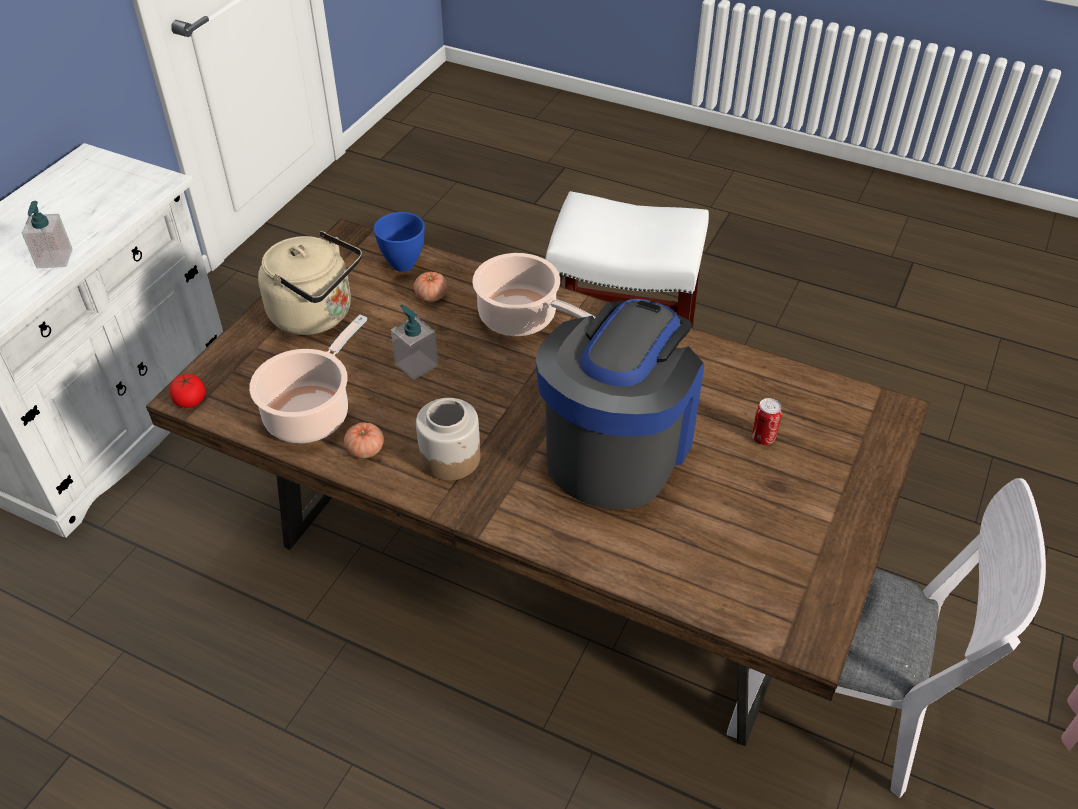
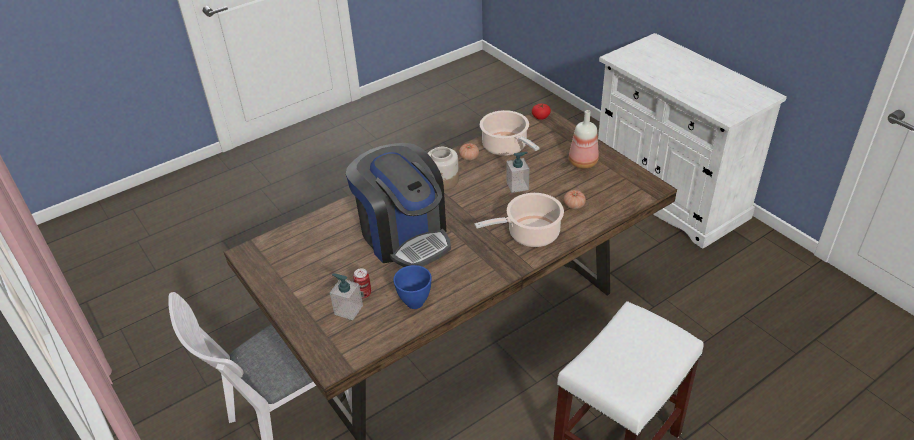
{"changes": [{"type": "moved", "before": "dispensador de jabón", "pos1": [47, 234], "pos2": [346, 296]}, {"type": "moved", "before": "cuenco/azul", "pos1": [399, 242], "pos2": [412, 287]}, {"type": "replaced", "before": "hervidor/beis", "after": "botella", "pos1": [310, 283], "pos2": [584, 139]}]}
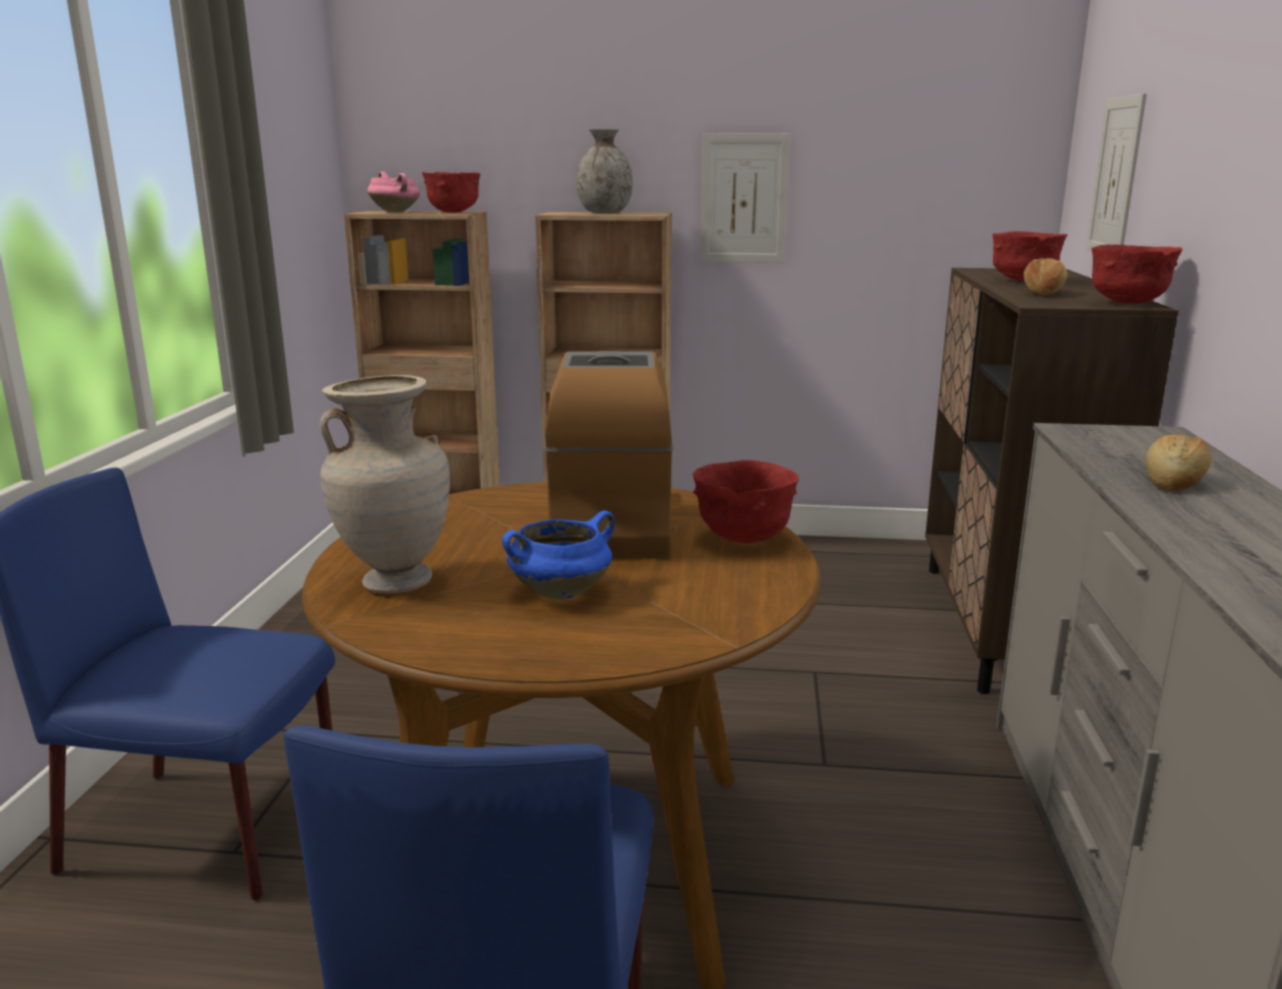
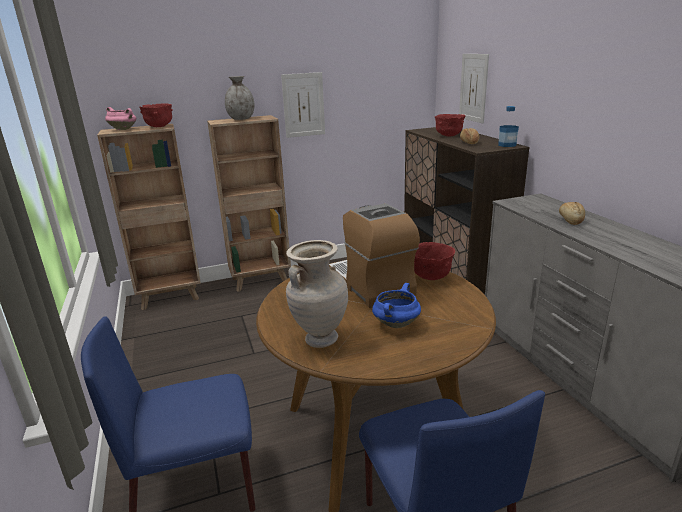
{"changes": [{"type": "replaced", "before": "cuenco/rojo", "after": "botella", "pos1": [1136, 274], "pos2": [508, 126]}]}
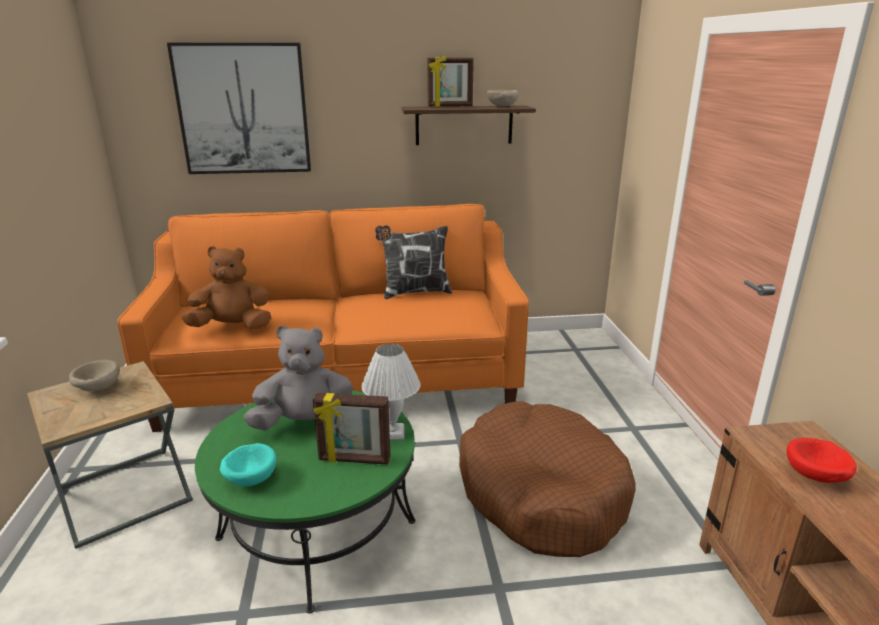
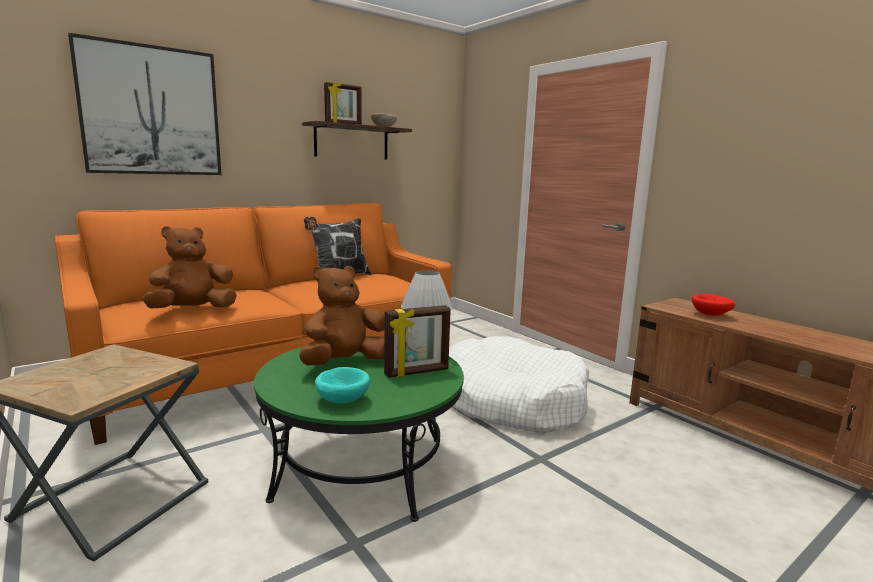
{"changes": [{"type": "recoloured", "before": "peluche/gris", "after": "peluche/marrón", "pos1": [298, 378], "pos2": [342, 315]}, {"type": "removed", "before": "cuenco/beis", "pos1": [94, 375]}, {"type": "recoloured", "before": "cama para perro/marrón", "after": "cama para perro/blanco", "pos1": [547, 479], "pos2": [519, 385]}]}
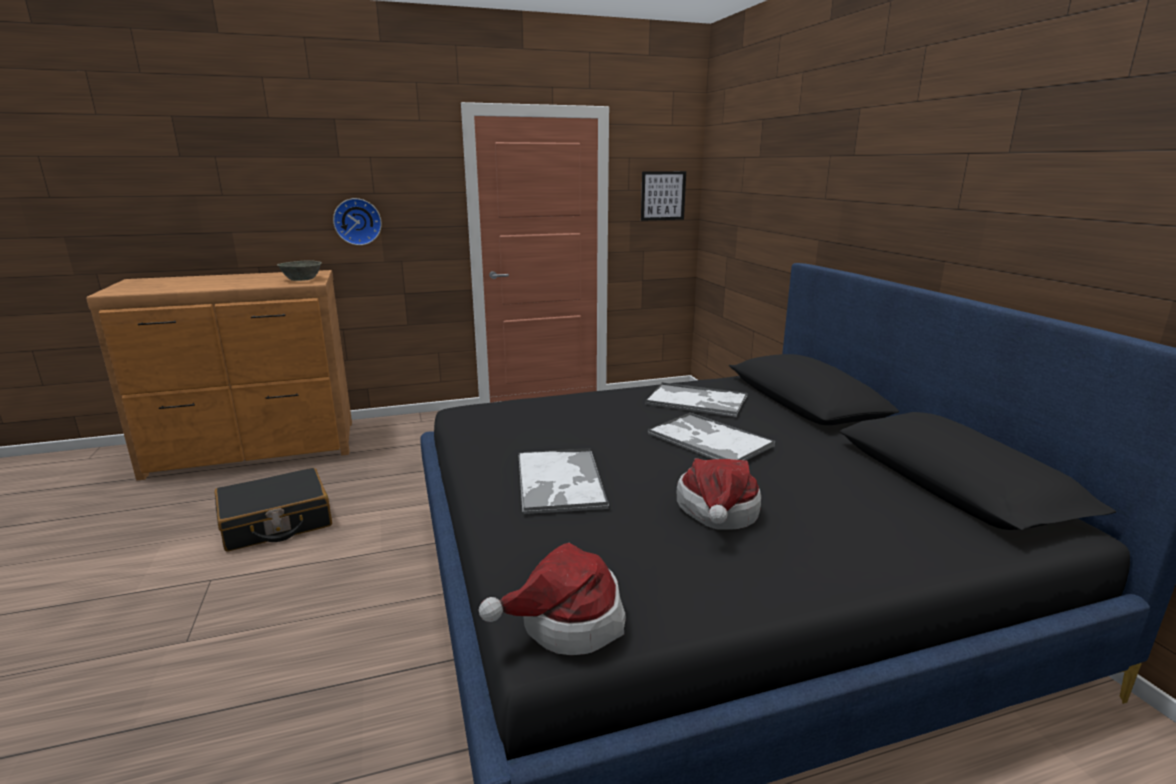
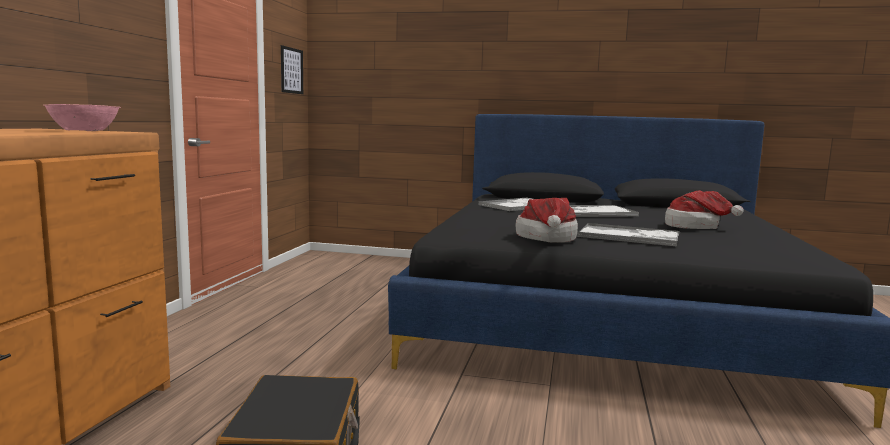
{"changes": [{"type": "removed", "before": "reloj de pared", "pos1": [357, 221]}, {"type": "recoloured", "before": "cuenco/gris", "after": "cuenco/rosa", "pos1": [299, 270], "pos2": [82, 117]}, {"type": "moved", "before": "sombrero", "pos1": [552, 599], "pos2": [546, 220]}]}
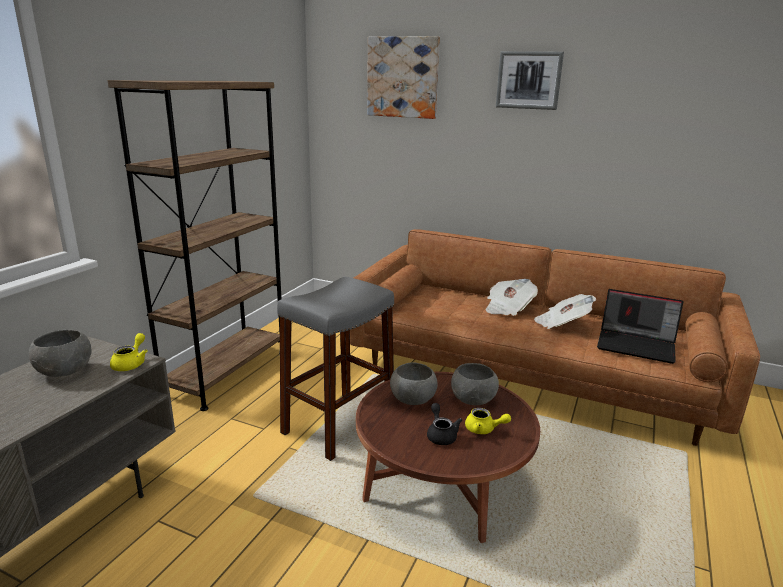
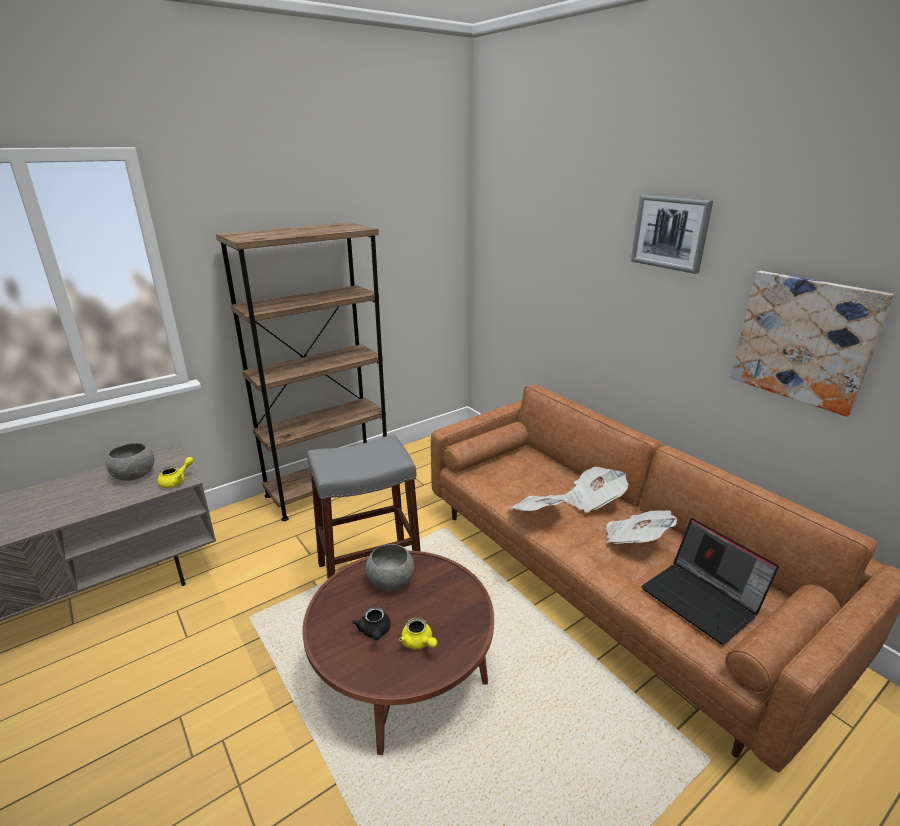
{"changes": [{"type": "moved", "before": "cuadro", "pos1": [403, 77], "pos2": [812, 343]}, {"type": "removed", "before": "cuenco/gris", "pos1": [475, 384]}, {"type": "turned", "before": "tetera/negro", "pos1": [444, 424], "pos2": [371, 623], "turn": 150}, {"type": "added", "after": "periódico", "pos2": [540, 502]}]}
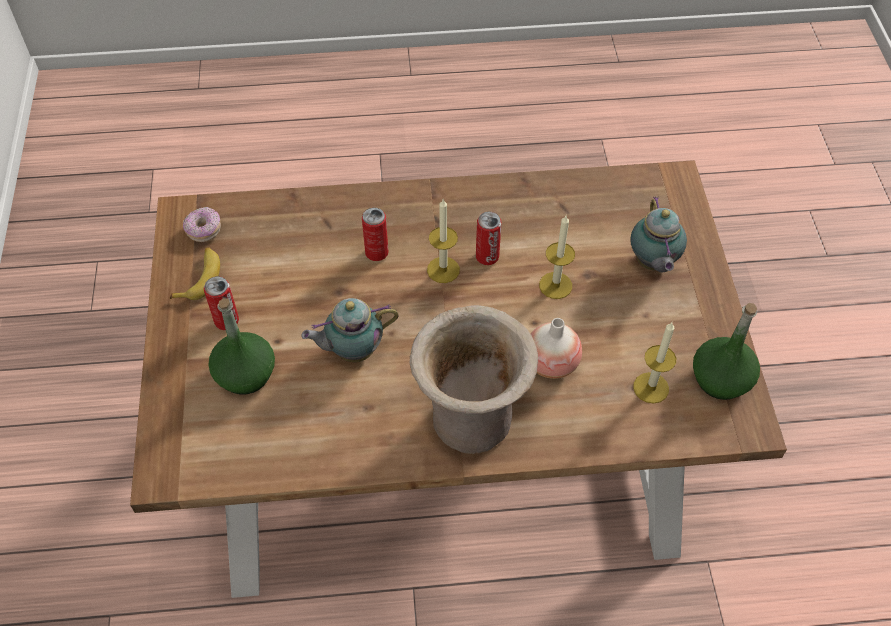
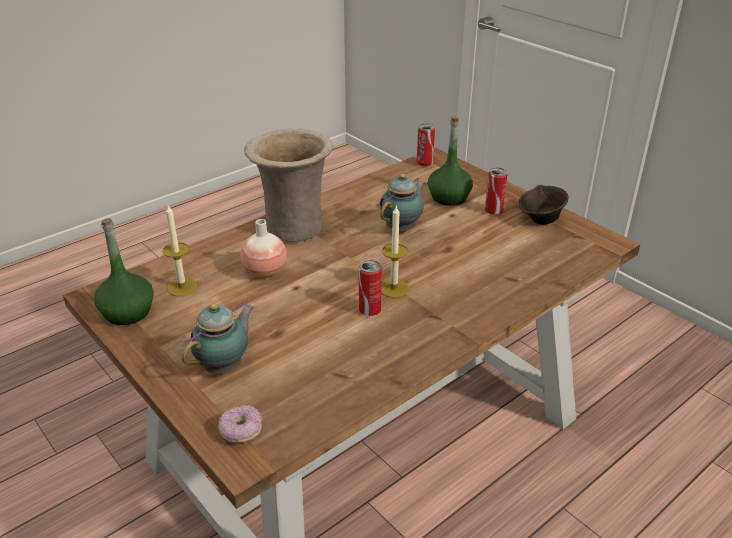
{"changes": [{"type": "turned", "before": "tetera", "pos1": [659, 234], "pos2": [218, 338], "turn": 75}, {"type": "moved", "before": "rosquilla", "pos1": [202, 224], "pos2": [240, 424]}, {"type": "moved", "before": "lata", "pos1": [375, 234], "pos2": [426, 144]}, {"type": "removed", "before": "vela", "pos1": [557, 257]}, {"type": "replaced", "before": "plátano", "after": "cuenco/marrón", "pos1": [195, 273], "pos2": [543, 205]}]}
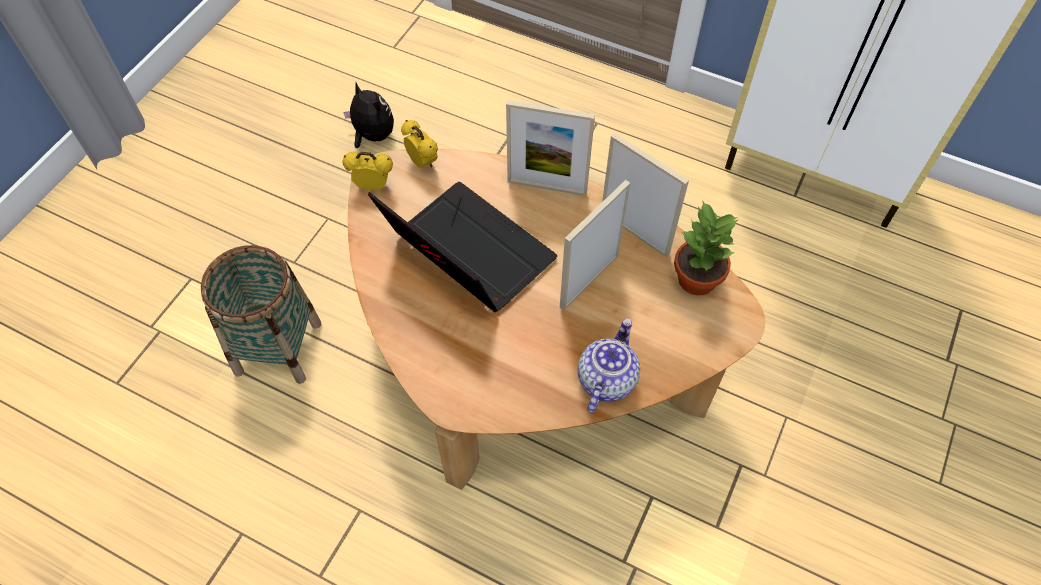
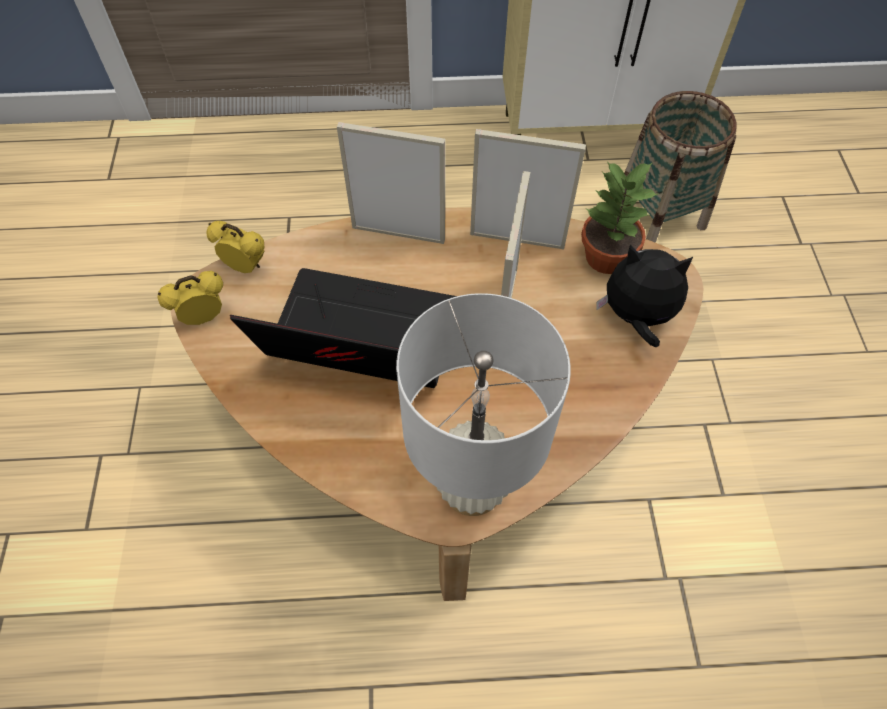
{"changes": [{"type": "moved", "before": "peluche", "pos1": [368, 115], "pos2": [644, 295]}, {"type": "turned", "before": "portarretratos", "pos1": [550, 148], "pos2": [391, 183], "turn": -150}, {"type": "moved", "before": "cesta", "pos1": [261, 314], "pos2": [680, 167]}, {"type": "removed", "before": "tetera", "pos1": [609, 365]}, {"type": "added", "after": "lámpara de mesa/blanco", "pos2": [483, 404]}]}
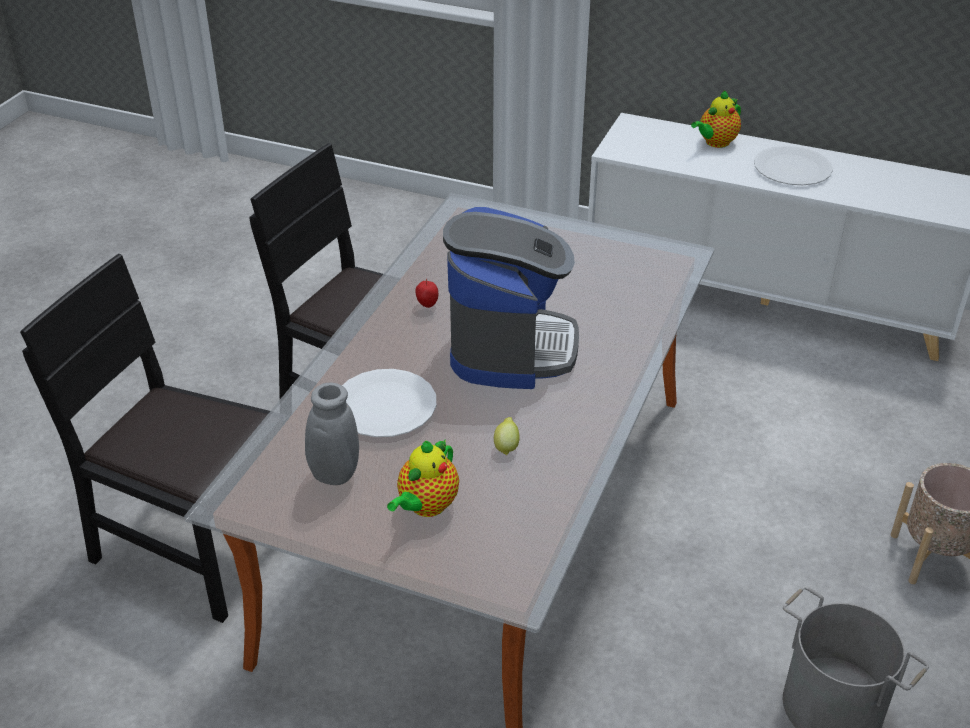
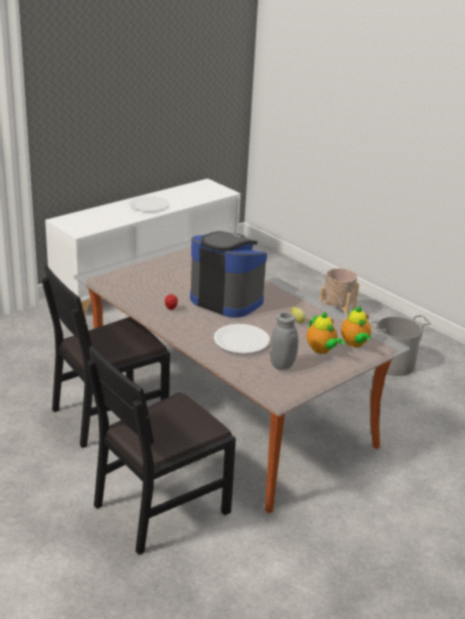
{"changes": [{"type": "moved", "before": "tetera", "pos1": [716, 119], "pos2": [356, 326]}]}
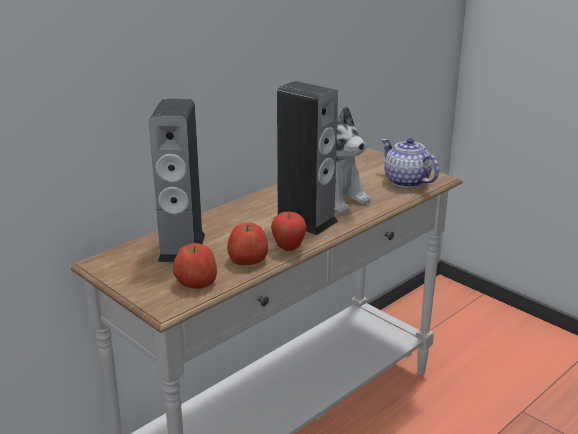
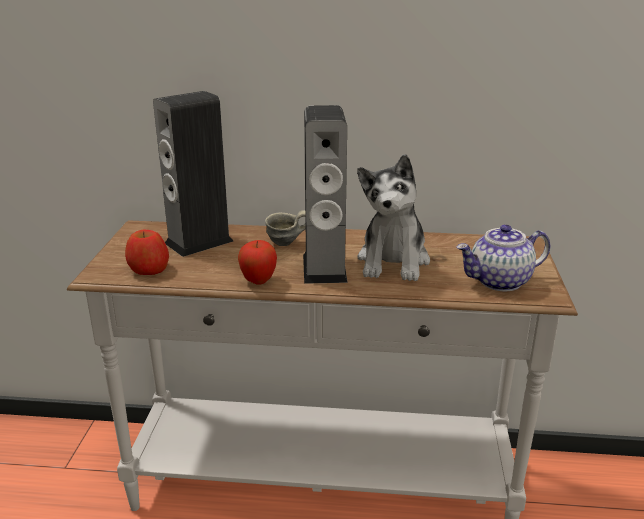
{"changes": [{"type": "turned", "before": "tetera", "pos1": [410, 163], "pos2": [503, 257], "turn": -120}, {"type": "removed", "before": "manzana", "pos1": [247, 244]}, {"type": "added", "after": "taza grande/gris", "pos2": [285, 228]}]}
